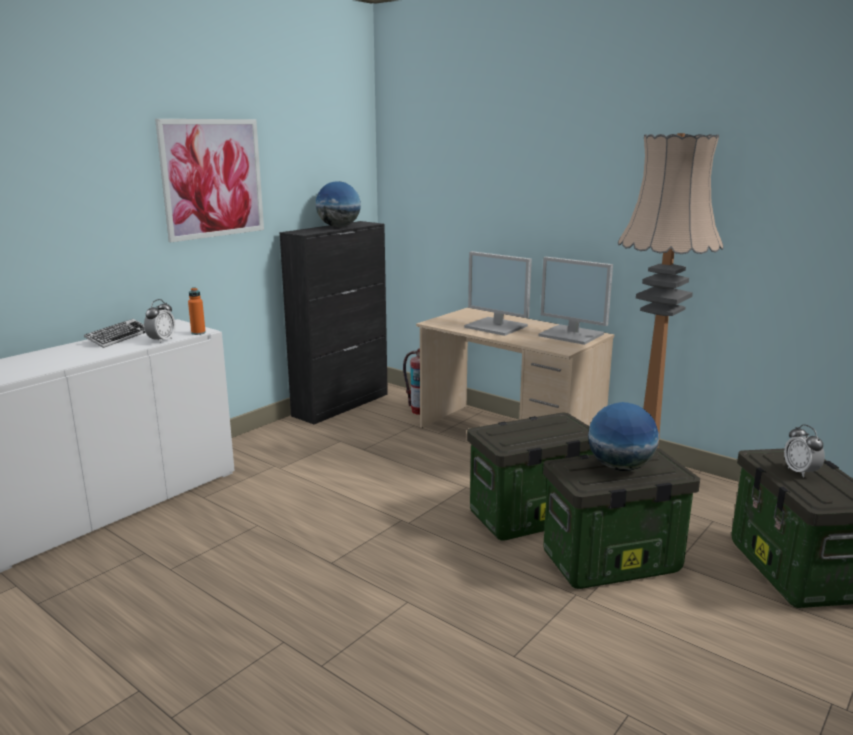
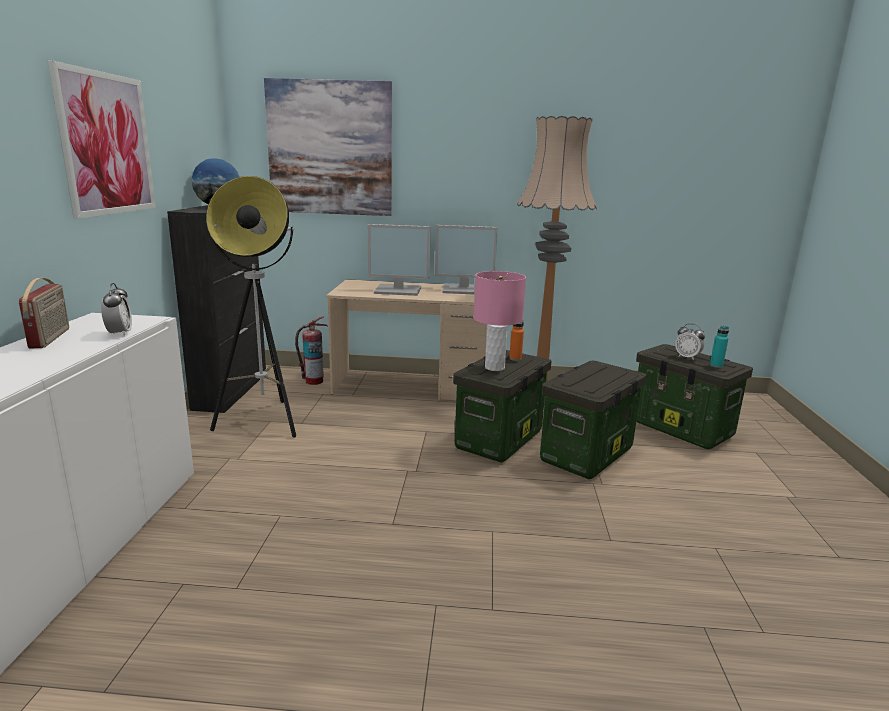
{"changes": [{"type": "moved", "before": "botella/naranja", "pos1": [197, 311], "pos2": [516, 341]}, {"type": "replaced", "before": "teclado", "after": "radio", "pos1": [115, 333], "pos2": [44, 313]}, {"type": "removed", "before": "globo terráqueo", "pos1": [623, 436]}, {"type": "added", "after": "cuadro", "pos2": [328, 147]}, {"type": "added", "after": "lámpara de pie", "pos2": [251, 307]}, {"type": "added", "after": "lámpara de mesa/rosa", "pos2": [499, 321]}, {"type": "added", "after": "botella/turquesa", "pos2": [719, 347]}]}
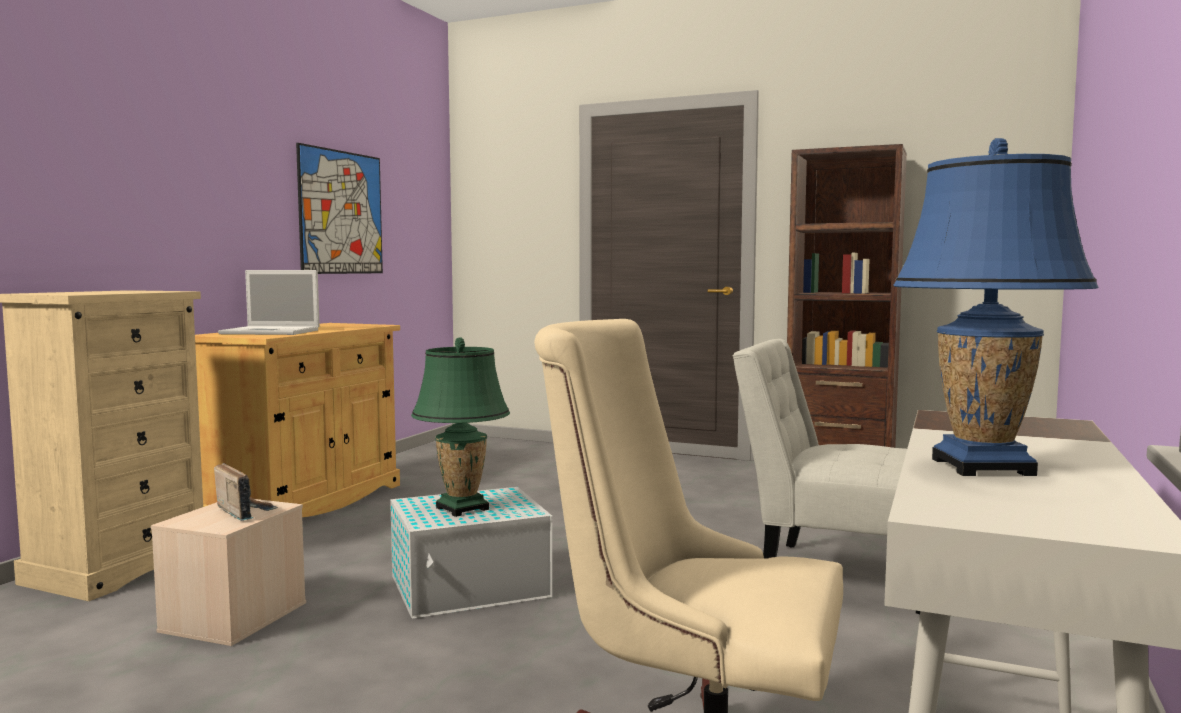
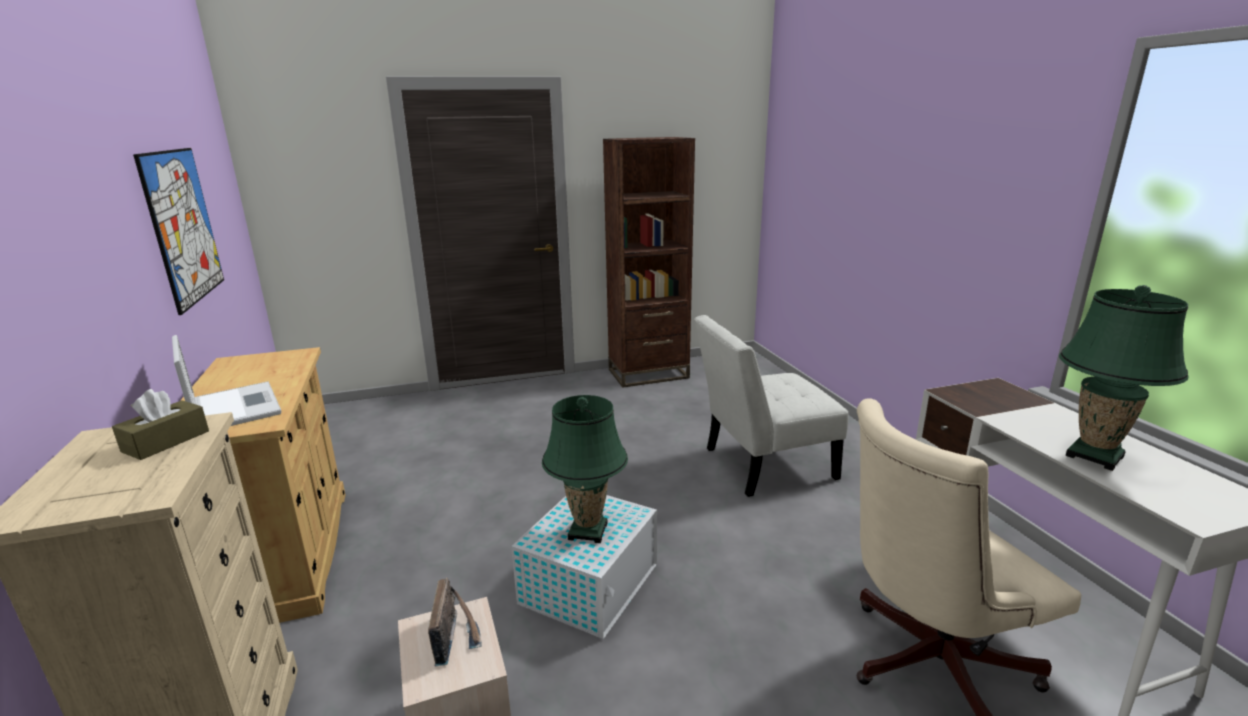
{"changes": [{"type": "recoloured", "before": "lámpara de mesa/azul", "after": "lámpara de mesa/verde", "pos1": [996, 307], "pos2": [1124, 378]}, {"type": "turned", "before": "portátil", "pos1": [269, 302], "pos2": [226, 380], "turn": -90}, {"type": "turned", "before": "radio", "pos1": [246, 492], "pos2": [455, 622], "turn": 75}, {"type": "added", "after": "caja de pañuelos/marrón", "pos2": [160, 424]}]}
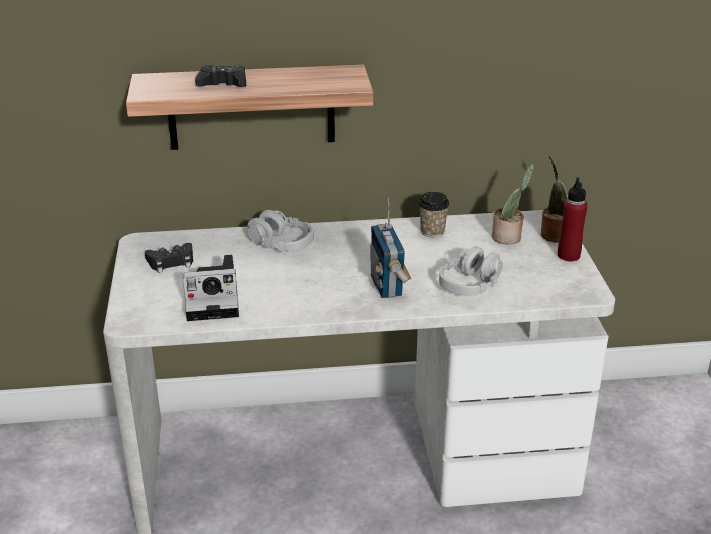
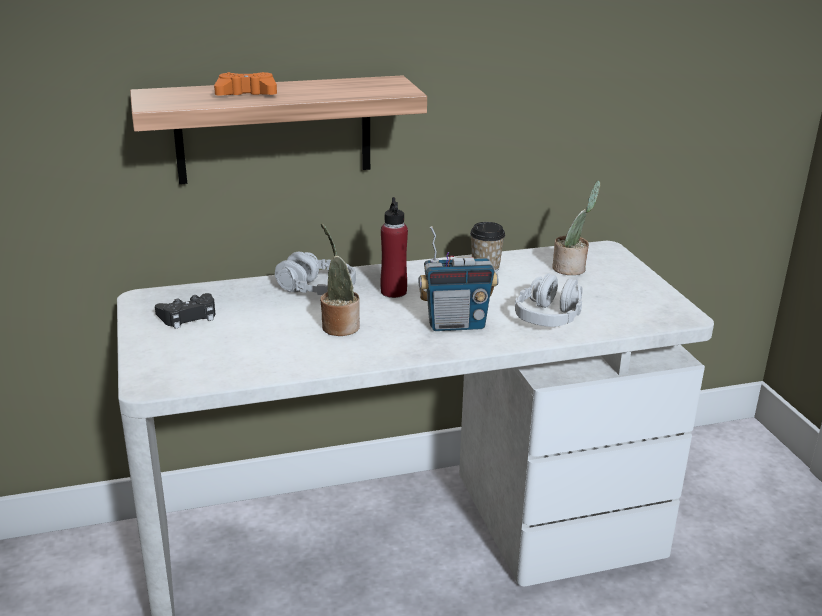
{"changes": [{"type": "recoloured", "before": "mando de consola/negro", "after": "mando de consola/naranja", "pos1": [220, 76], "pos2": [245, 83]}, {"type": "moved", "before": "planta en maceta", "pos1": [554, 198], "pos2": [340, 279]}, {"type": "moved", "before": "botella/rojo", "pos1": [573, 219], "pos2": [394, 247]}, {"type": "turned", "before": "radio", "pos1": [390, 247], "pos2": [458, 278], "turn": -75}, {"type": "removed", "before": "cámara", "pos1": [211, 288]}]}
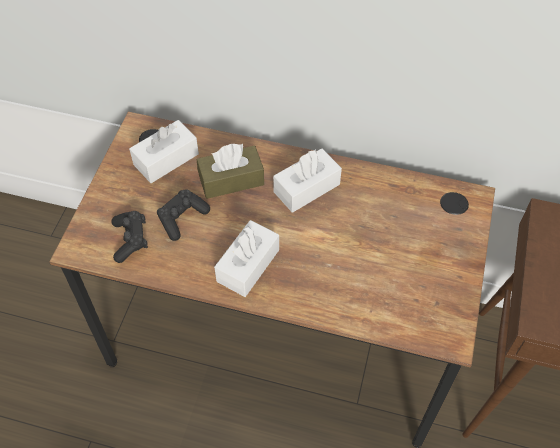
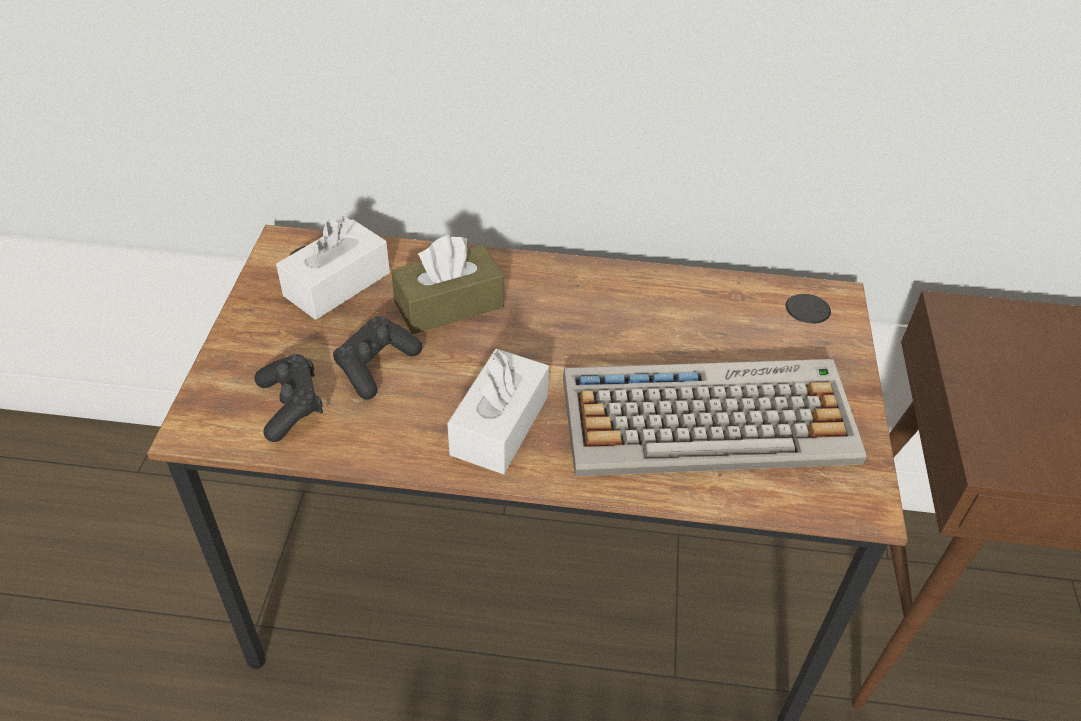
{"changes": [{"type": "removed", "before": "caja de pañuelos/blanco", "pos1": [307, 180]}, {"type": "added", "after": "teclado", "pos2": [714, 417]}]}
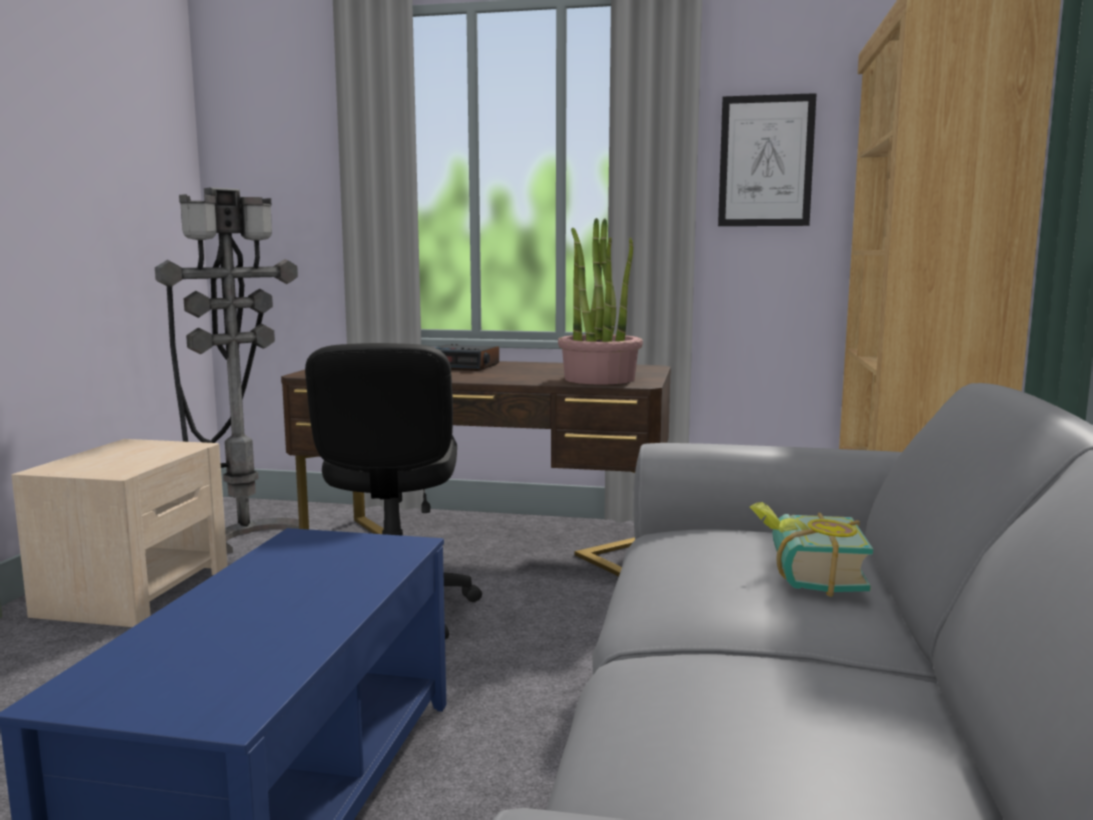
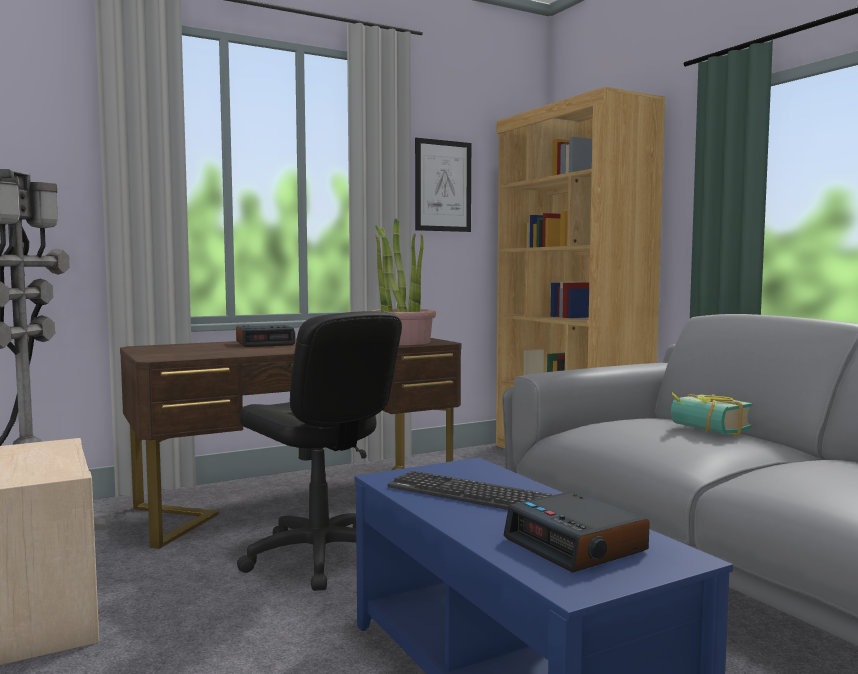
{"changes": [{"type": "added", "after": "teclado", "pos2": [469, 490]}, {"type": "added", "after": "despertador", "pos2": [577, 532]}]}
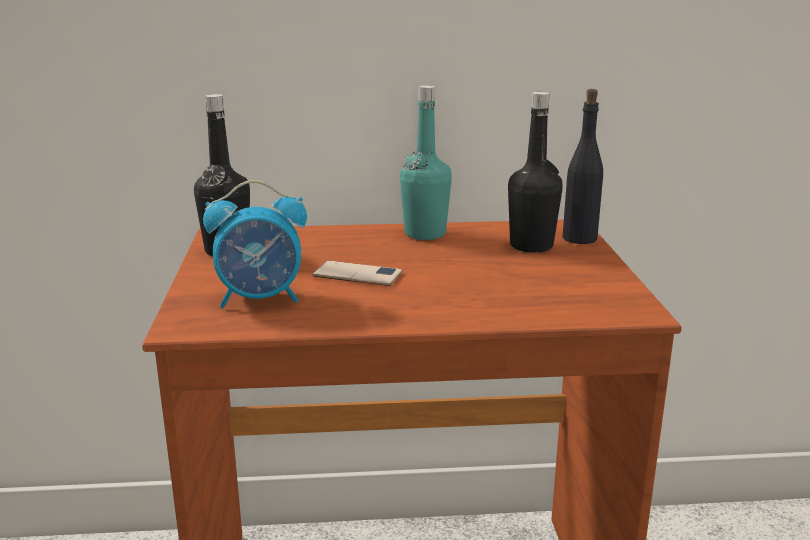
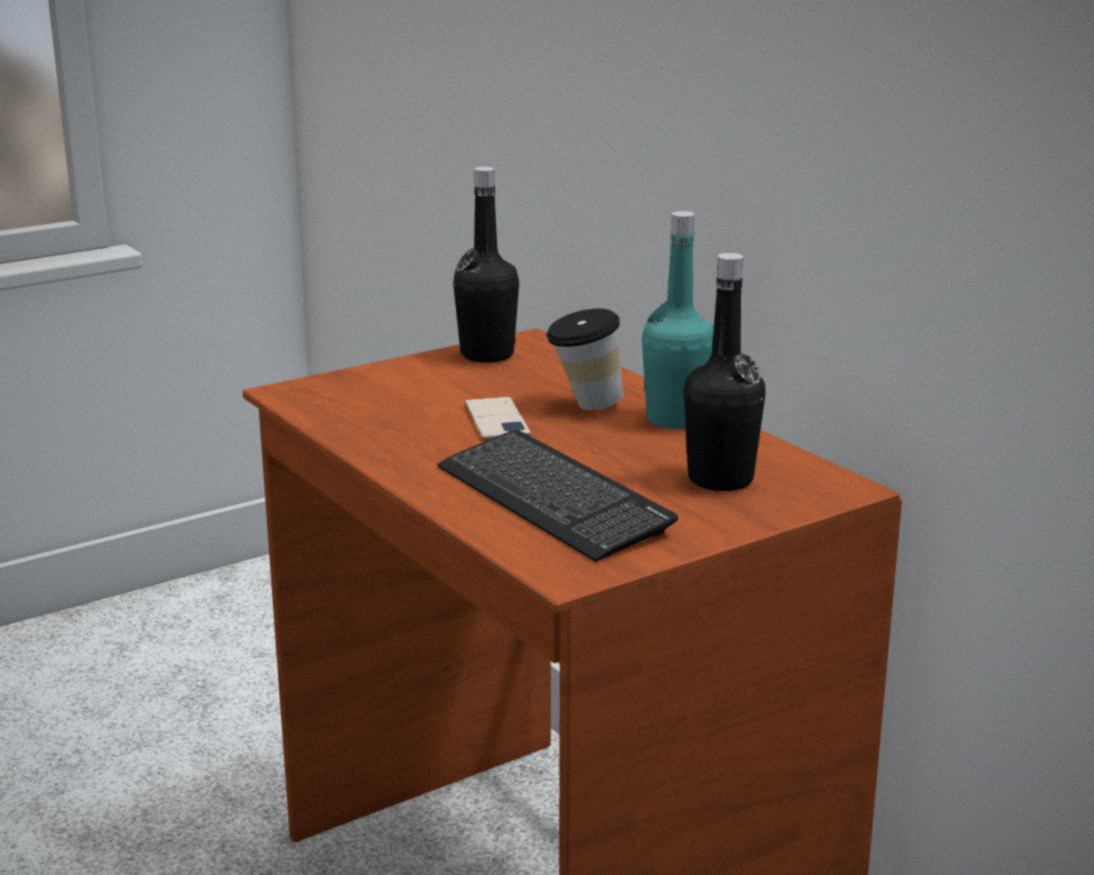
{"changes": [{"type": "removed", "before": "botella/negro", "pos1": [583, 166]}, {"type": "removed", "before": "despertador", "pos1": [255, 244]}, {"type": "added", "after": "taza", "pos2": [584, 359]}, {"type": "added", "after": "teclado", "pos2": [557, 496]}]}
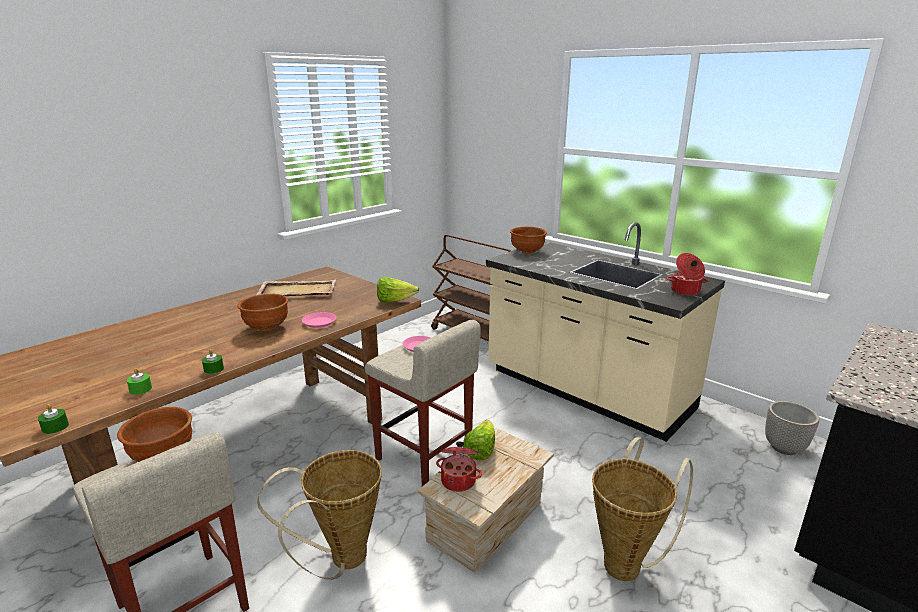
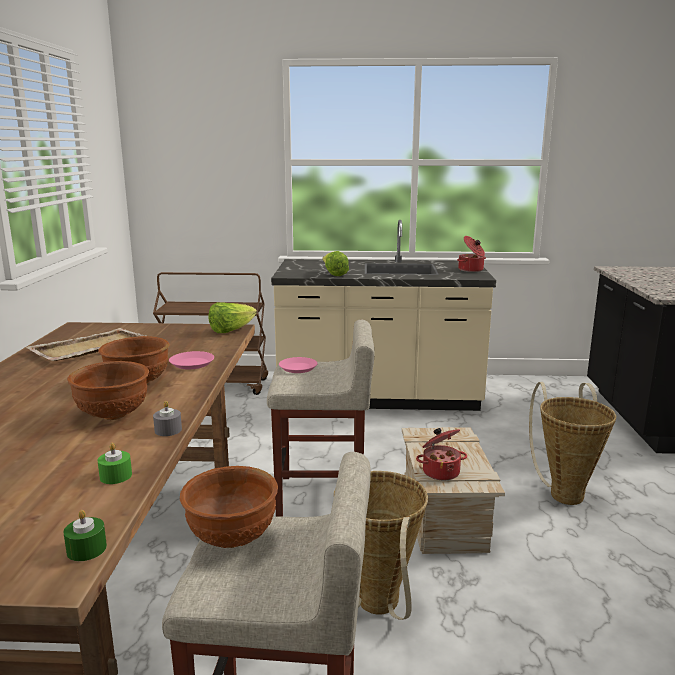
{"changes": [{"type": "moved", "before": "cuenco/marrón", "pos1": [528, 240], "pos2": [108, 390]}, {"type": "recoloured", "before": "vela/verde", "after": "vela/gris", "pos1": [213, 361], "pos2": [167, 418]}, {"type": "removed", "before": "maceta", "pos1": [792, 428]}, {"type": "moved", "before": "lechuga", "pos1": [479, 440], "pos2": [335, 263]}]}
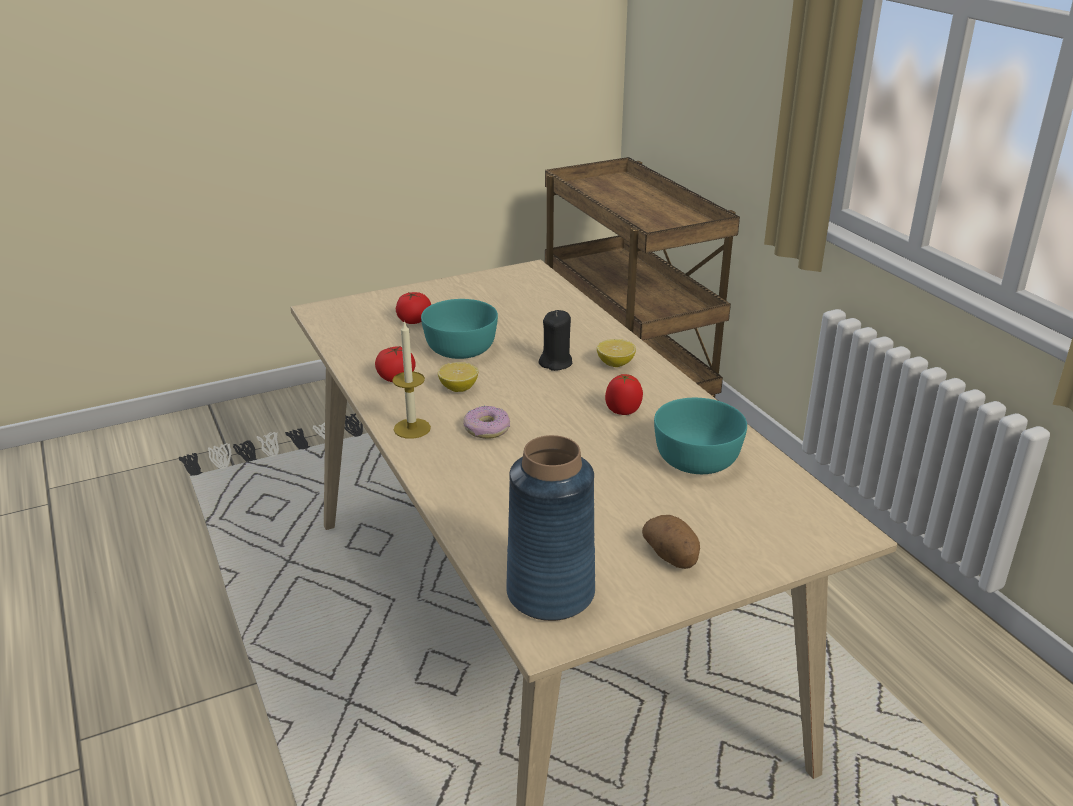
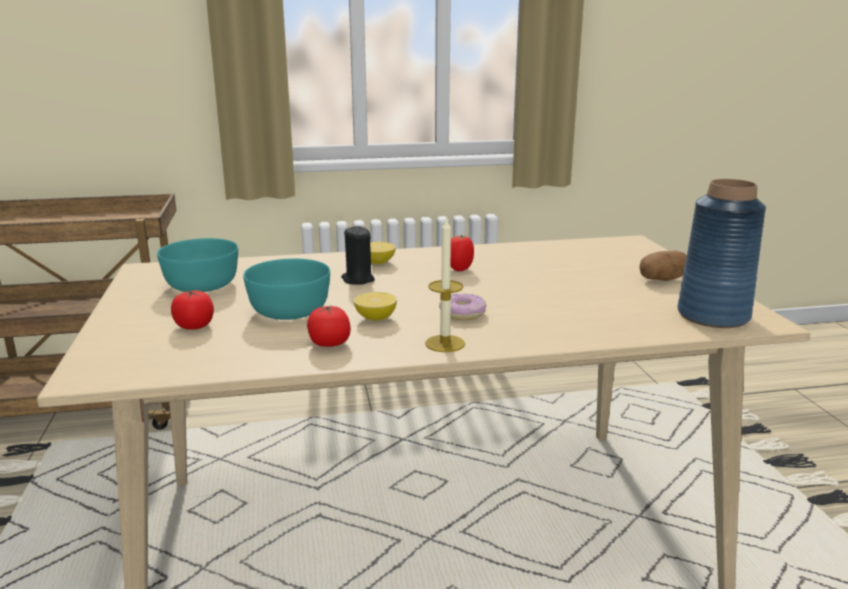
{"changes": [{"type": "moved", "before": "cuenco/turquesa", "pos1": [700, 436], "pos2": [197, 265]}]}
